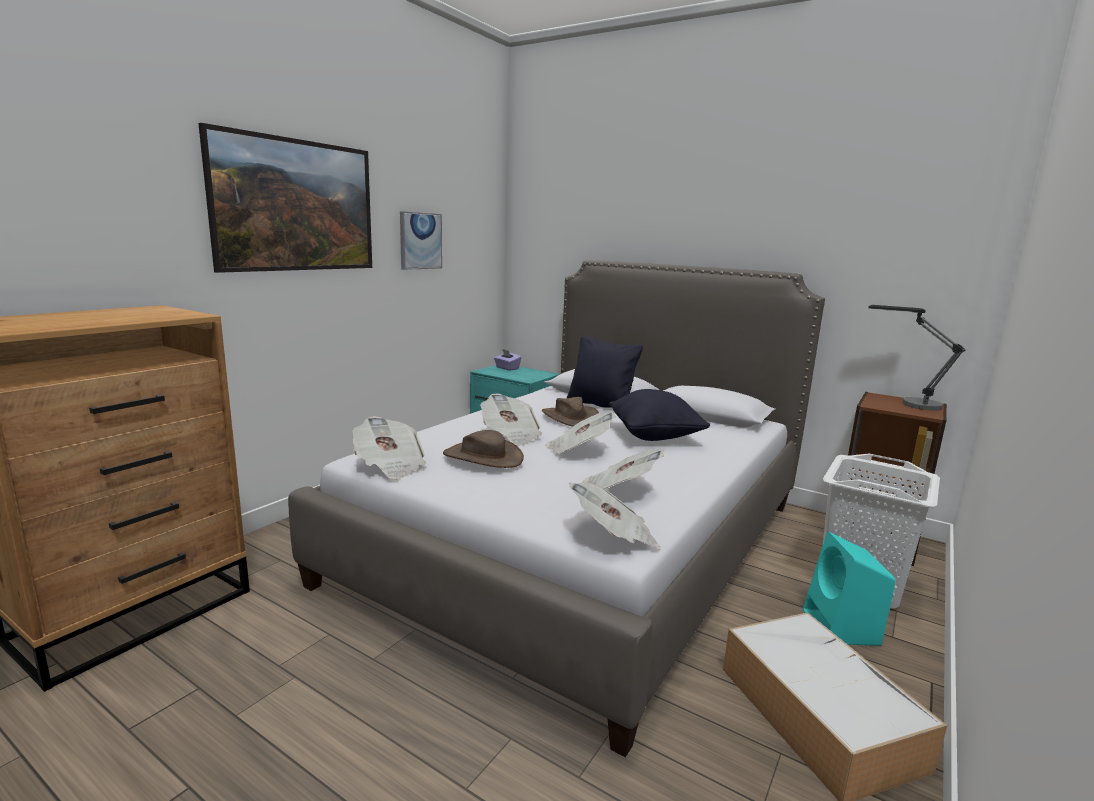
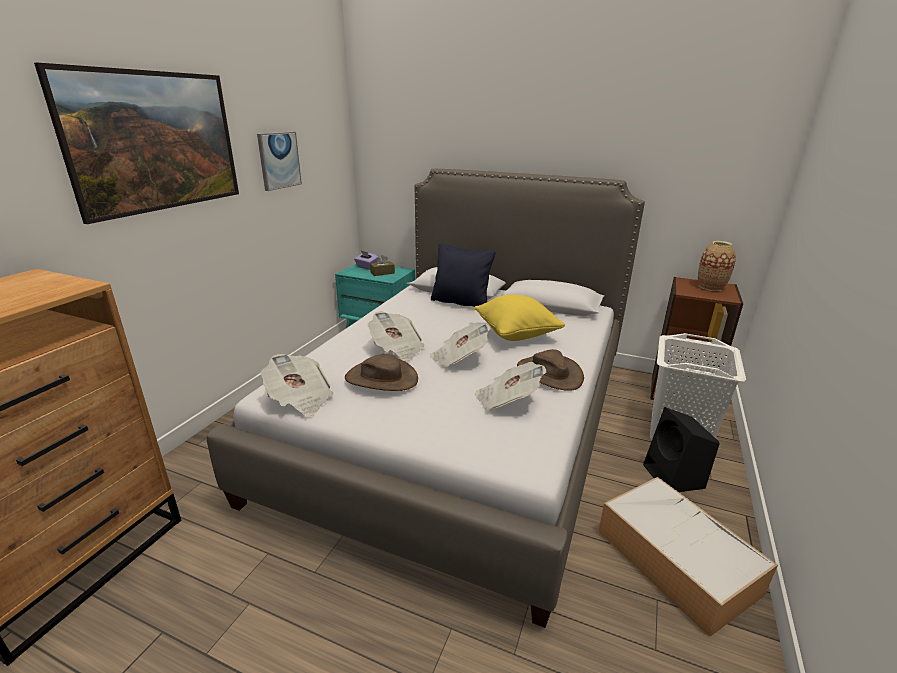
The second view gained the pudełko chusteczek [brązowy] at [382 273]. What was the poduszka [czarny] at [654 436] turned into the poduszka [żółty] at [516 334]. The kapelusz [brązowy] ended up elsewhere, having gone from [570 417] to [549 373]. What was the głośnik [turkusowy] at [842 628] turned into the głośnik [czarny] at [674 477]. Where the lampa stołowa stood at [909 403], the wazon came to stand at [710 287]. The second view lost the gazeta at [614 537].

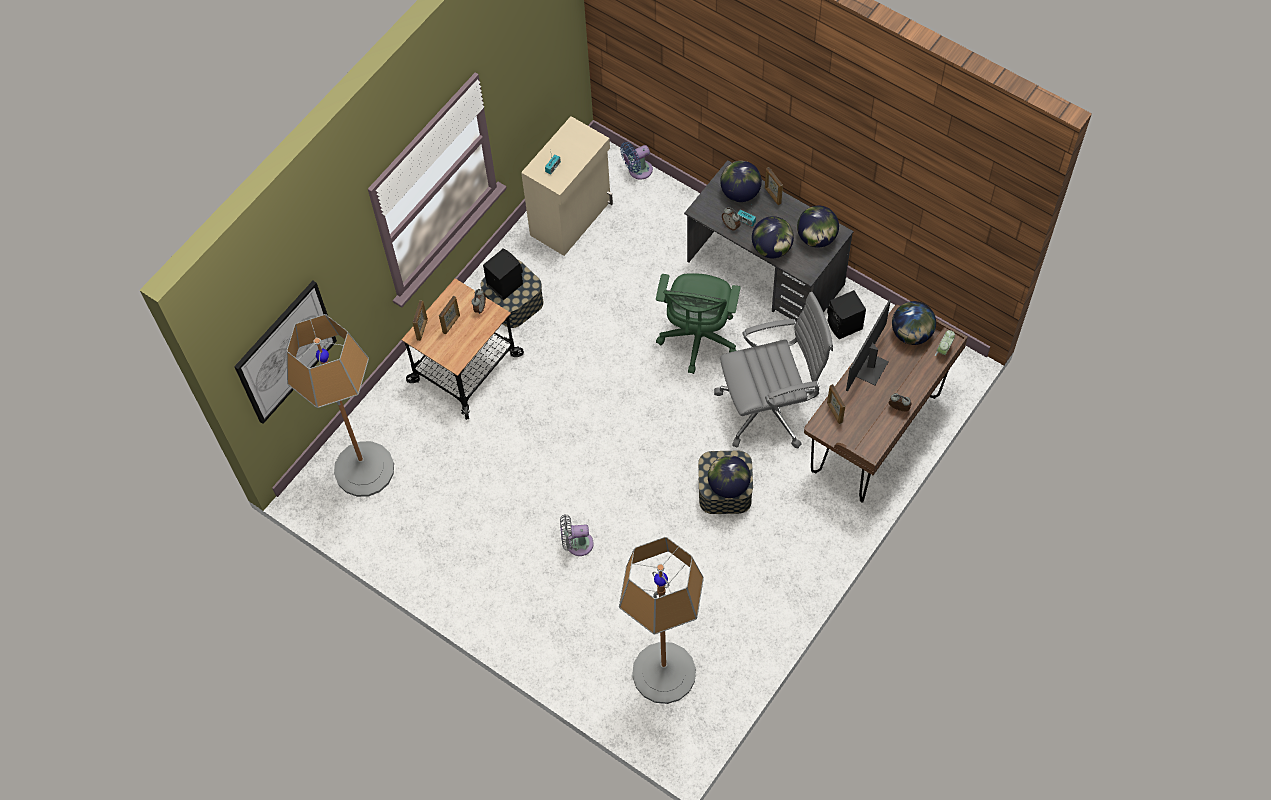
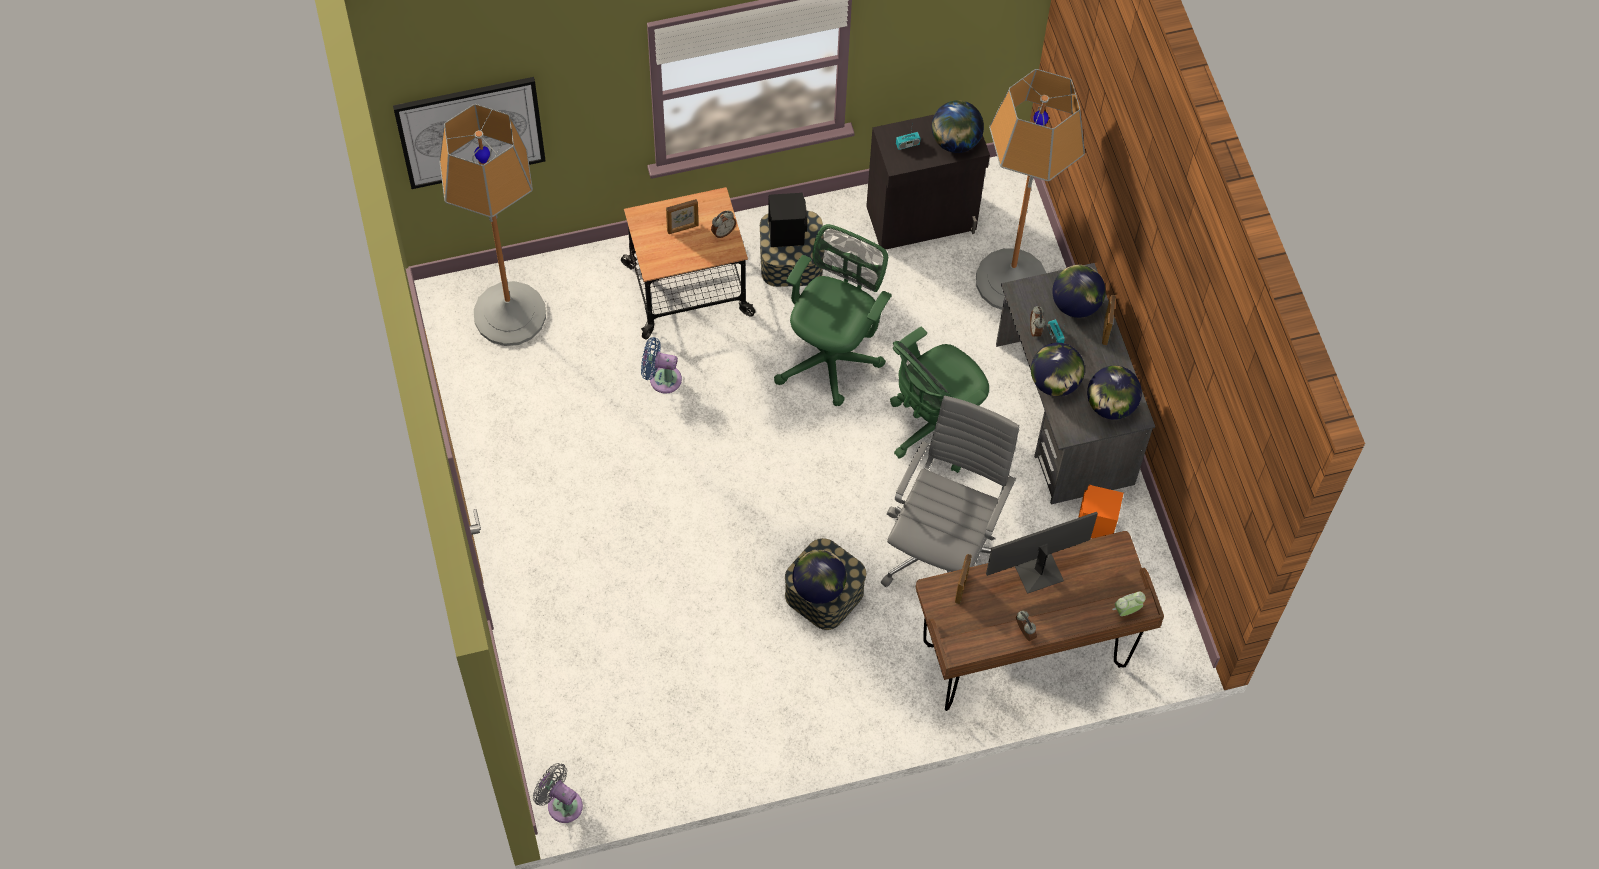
The wentylator [szary] ended up elsewhere, having gone from [576 544] to [561 803]. The wentylator [niebieski] ended up elsewhere, having gone from [638 170] to [661 378]. The second view gained the krzesło biurowe [zielony] at [831 356]. What was the szafka [beżowy] at [572 218] turned into the szafka [czarny] at [922 219]. The krzesło biurowe [szary] at [770 407] ended up facing another way, 90 degrees counterclockwise from before. The globus ended up elsewhere, having gone from [911 334] to [955 141]. The lampa stojąca ended up elsewhere, having gone from [663 673] to [1011 280]. What was the głośnik [czarny] at [845 326] turned into the głośnik [pomarańczowy] at [1095 526]. The second view lost the ramka na zdjęcie at [422 329].

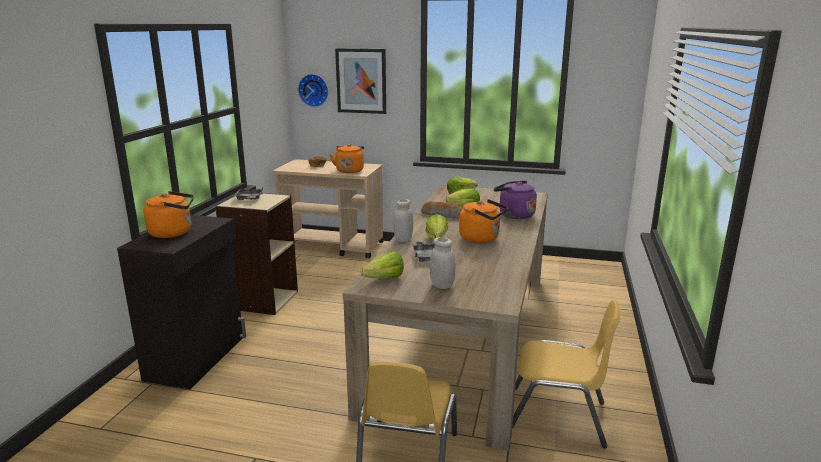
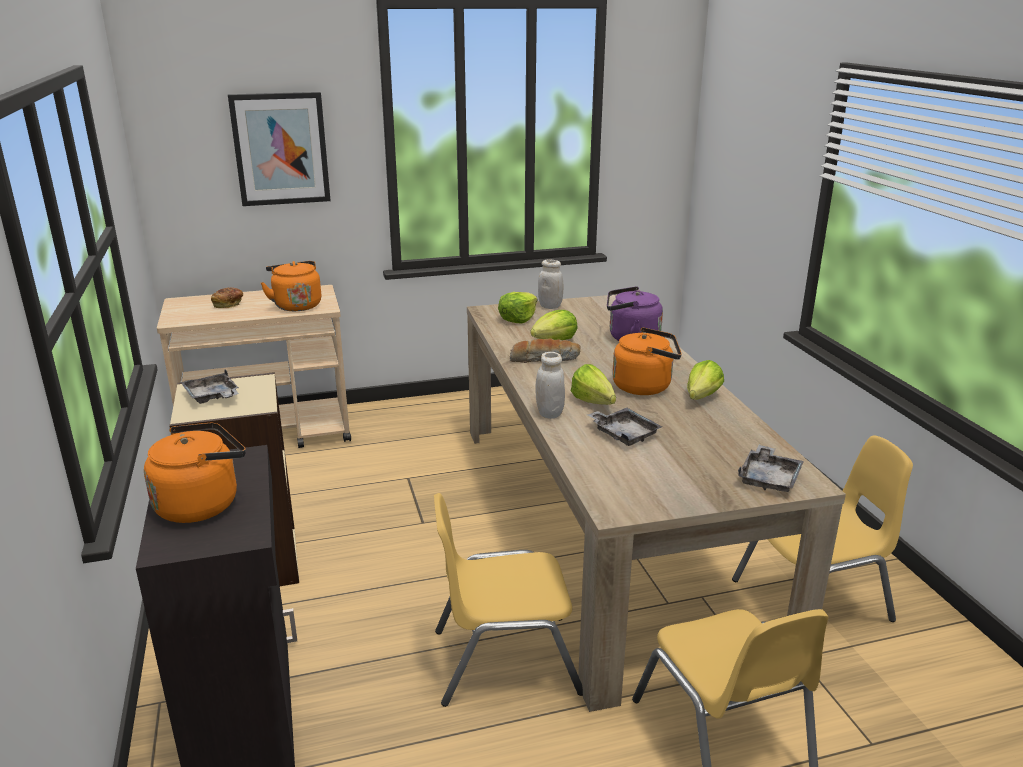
The second view gained the krzesło [żółty] at [505 660]. The słoik [biały] ended up elsewhere, having gone from [442 285] to [550 306]. The sałata ended up elsewhere, having gone from [381 279] to [698 399]. The second view gained the taca [szary] at [769 478]. The second view lost the zegar ścienny at [314 90].

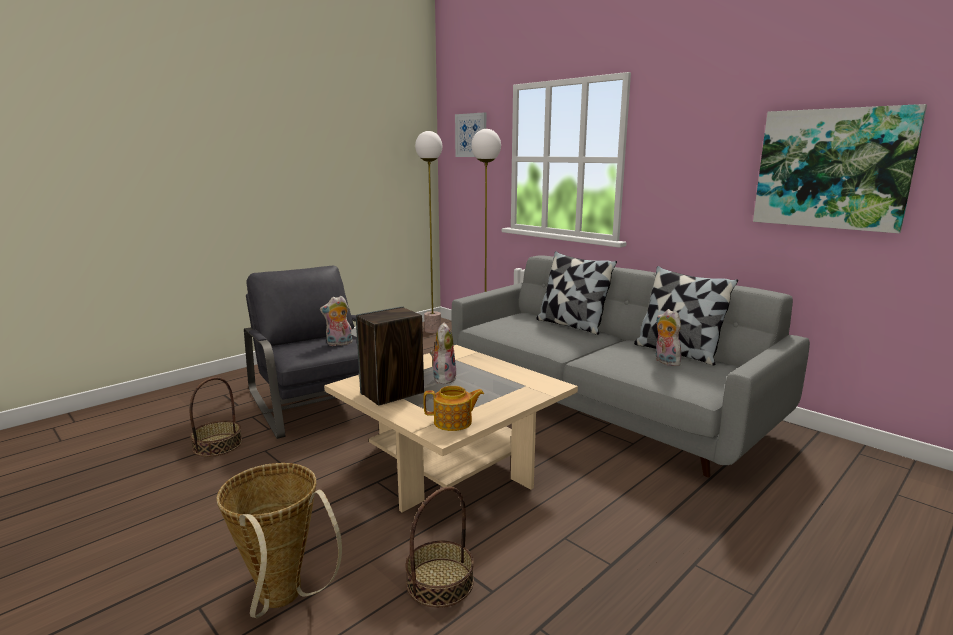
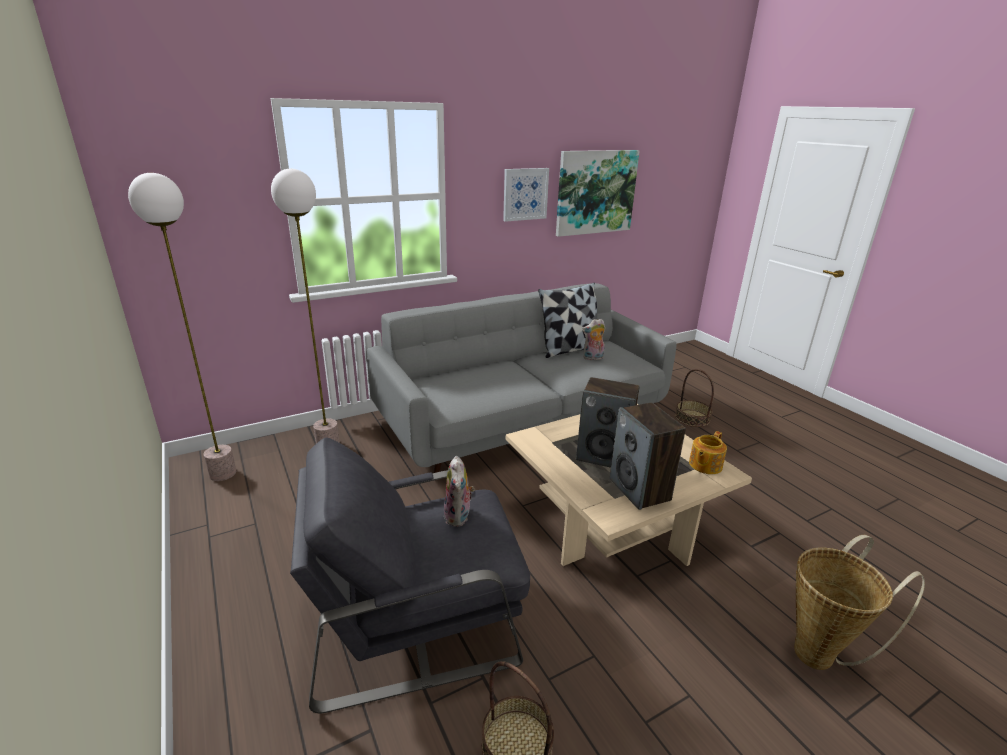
The obraz ended up elsewhere, having gone from [471 135] to [525 194]. Where the pluszak stood at [443 378], the głośnik came to stand at [604 456]. The koszyk ended up elsewhere, having gone from [440 582] to [692 418]. The imbryk at [453 422] ended up facing another way, 150 degrees counterclockwise from before. The second view lost the poduszka at [571 325].

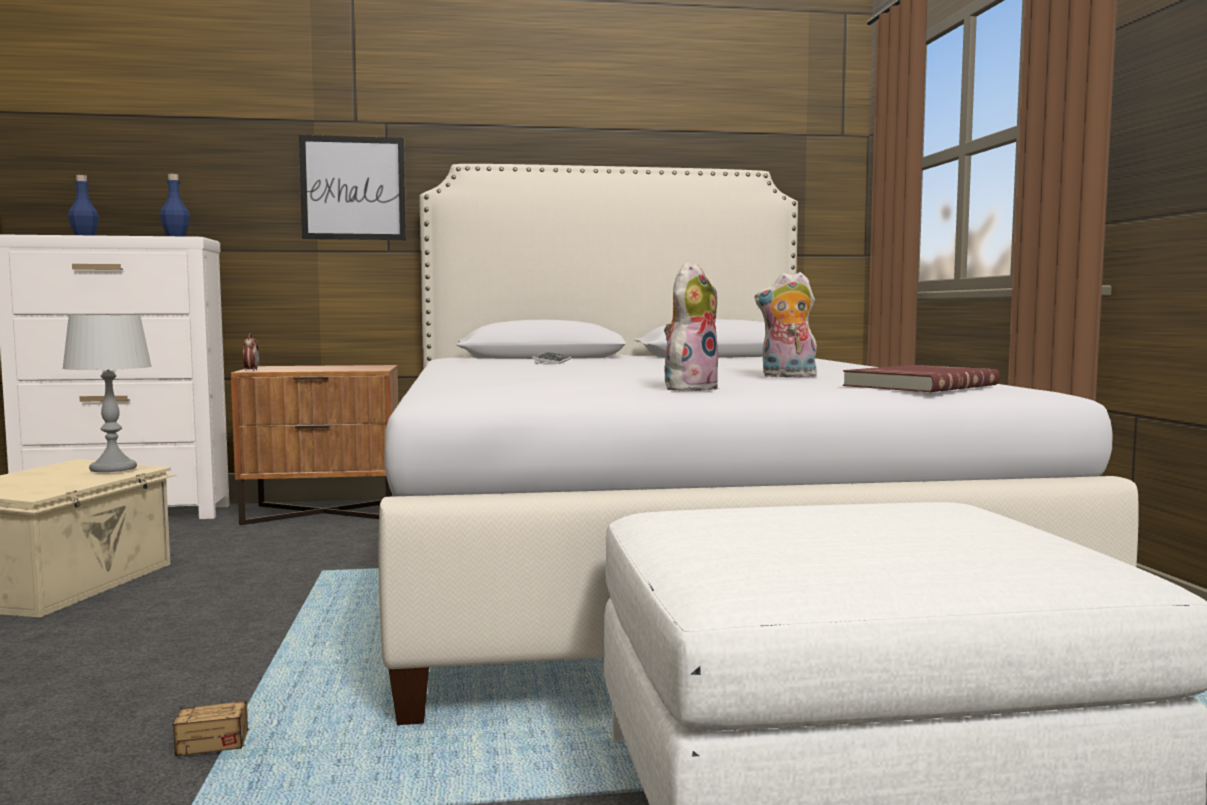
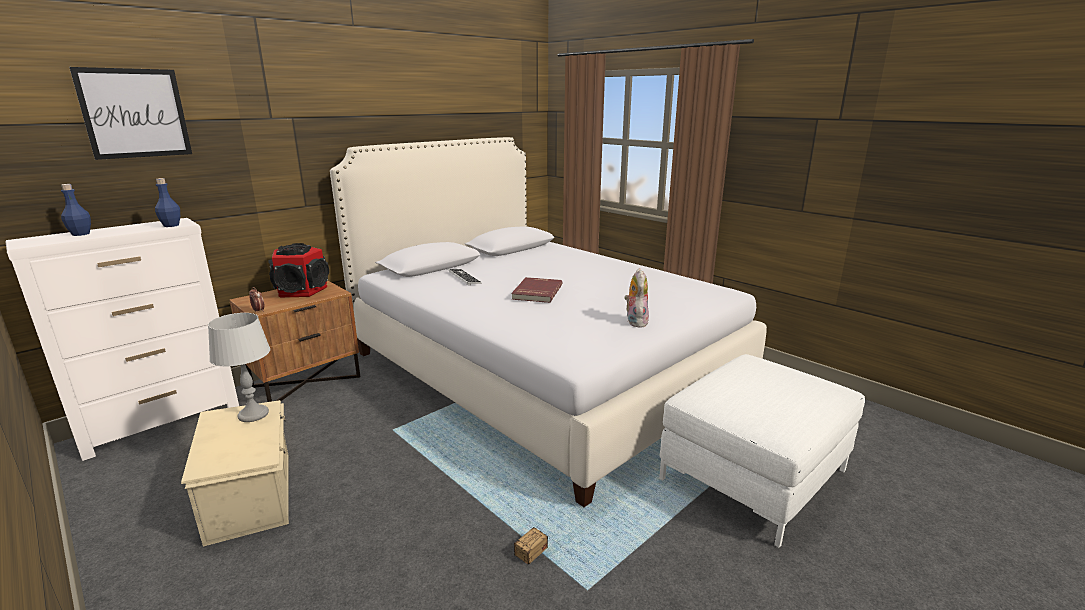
The obraz ended up elsewhere, having gone from [353 188] to [135 113]. The second view gained the głośnik at [302 290]. The książka [czerwony] ended up elsewhere, having gone from [918 385] to [536 292]. The second view lost the pluszak at [787 376].

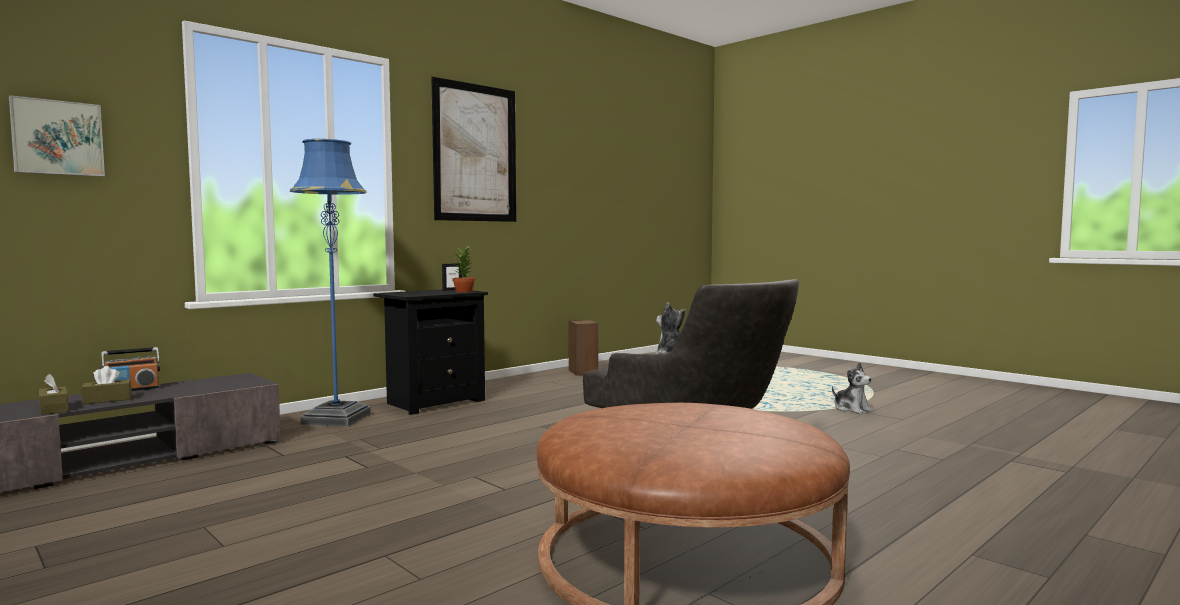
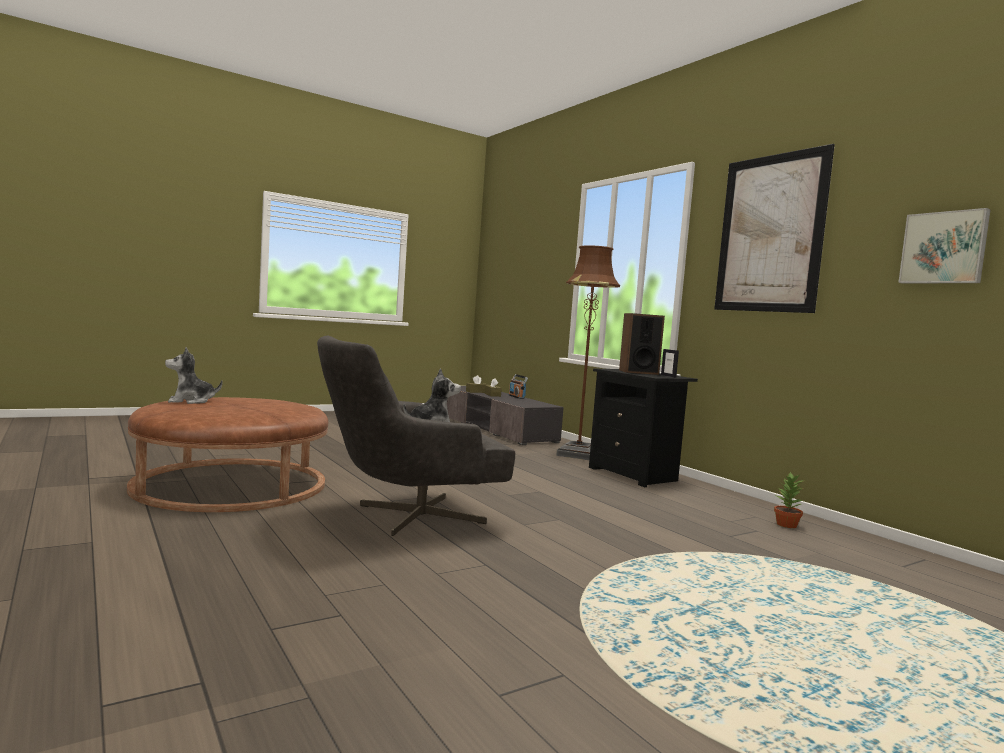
The pluszak ended up elsewhere, having gone from [852 409] to [190 401]. What was the lampa stojąca [niebieski] at [336 419] turned into the lampa stojąca [brązowy] at [578 454]. The głośnik ended up elsewhere, having gone from [583 372] to [638 372]. The roślina doniczkowa ended up elsewhere, having gone from [464 291] to [786 525]. The obraz ended up elsewhere, having gone from [57 138] to [944 248].

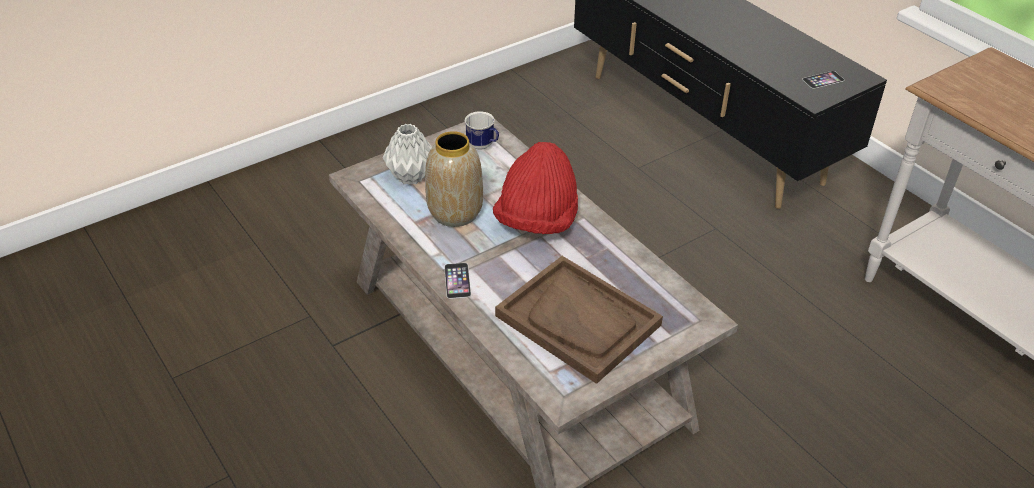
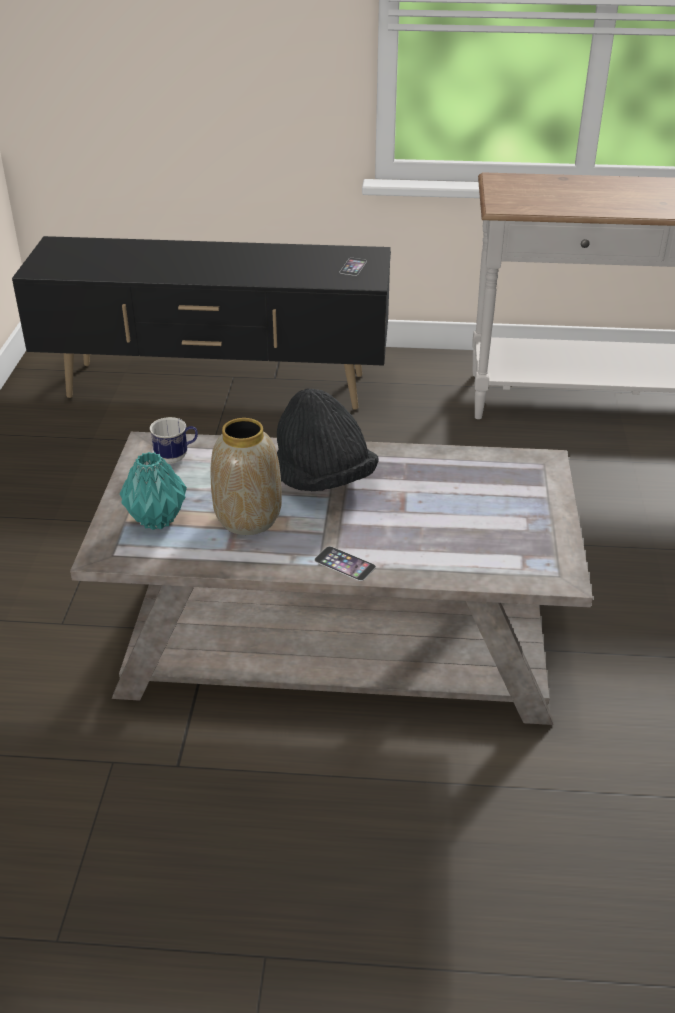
What was the wazon [szary] at [410 177] turned into the wazon [turkusowy] at [157 520]. What was the kapelusz [czerwony] at [537 221] turned into the kapelusz [czarny] at [323 480]. The second view lost the taca [brązowy] at [578 320].

